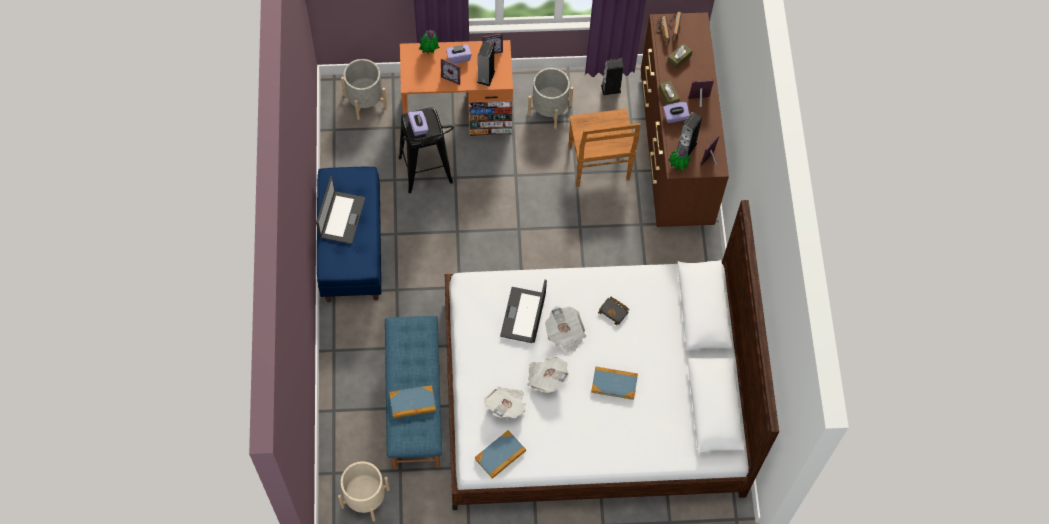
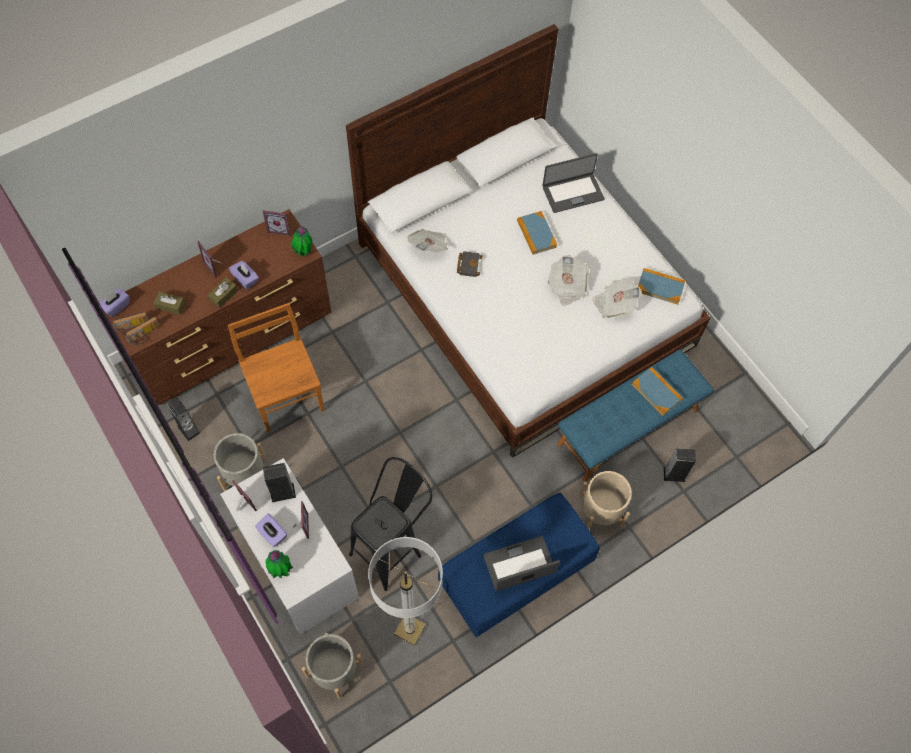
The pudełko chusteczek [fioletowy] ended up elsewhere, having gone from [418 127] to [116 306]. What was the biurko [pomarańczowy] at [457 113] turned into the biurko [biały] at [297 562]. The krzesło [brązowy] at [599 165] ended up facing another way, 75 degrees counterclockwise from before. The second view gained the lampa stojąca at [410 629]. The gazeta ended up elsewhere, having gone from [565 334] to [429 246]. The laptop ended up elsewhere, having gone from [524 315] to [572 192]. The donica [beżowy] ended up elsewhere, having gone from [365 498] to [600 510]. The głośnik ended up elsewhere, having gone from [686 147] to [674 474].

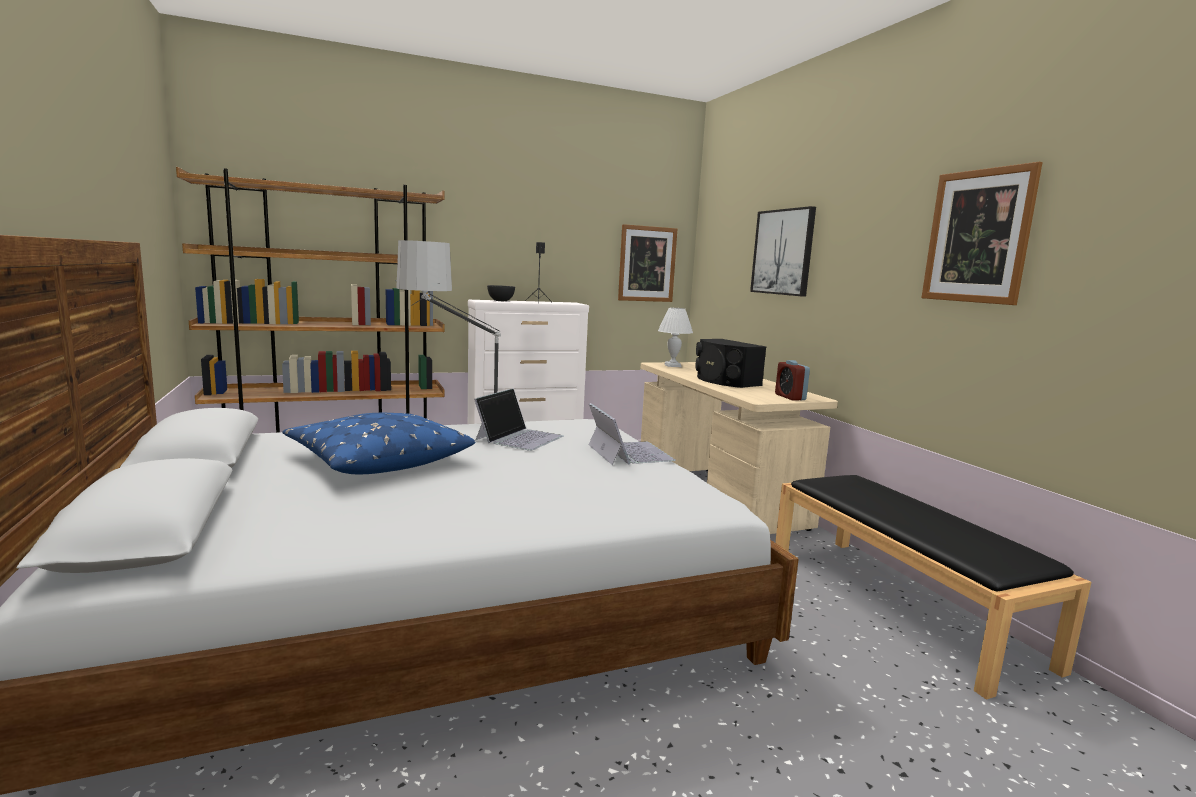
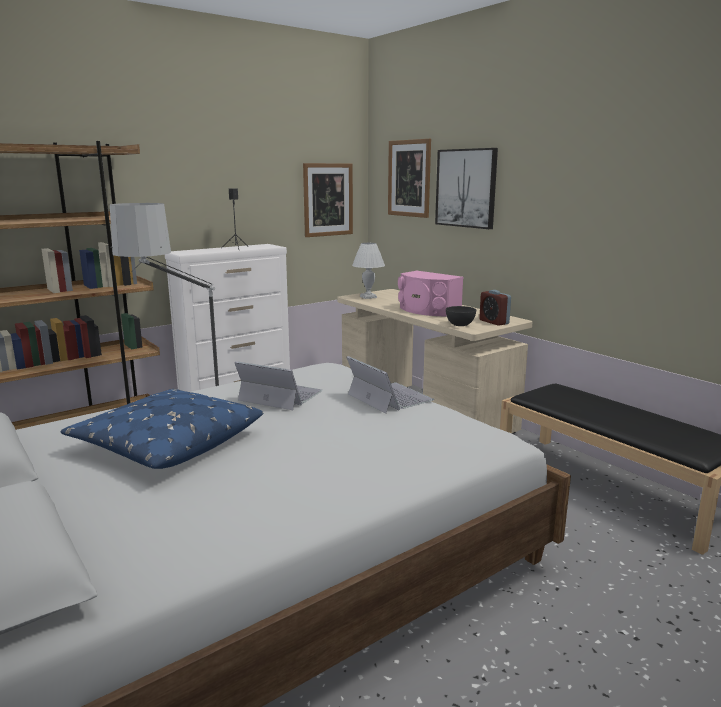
The laptop at [519 437] ended up facing another way, 75 degrees counterclockwise from before. The obraz ended up elsewhere, having gone from [978 236] to [409 178]. What was the głośnik [czarny] at [724 381] turned into the głośnik [różowy] at [427 310]. The miska [szary] ended up elsewhere, having gone from [501 301] to [460 325].

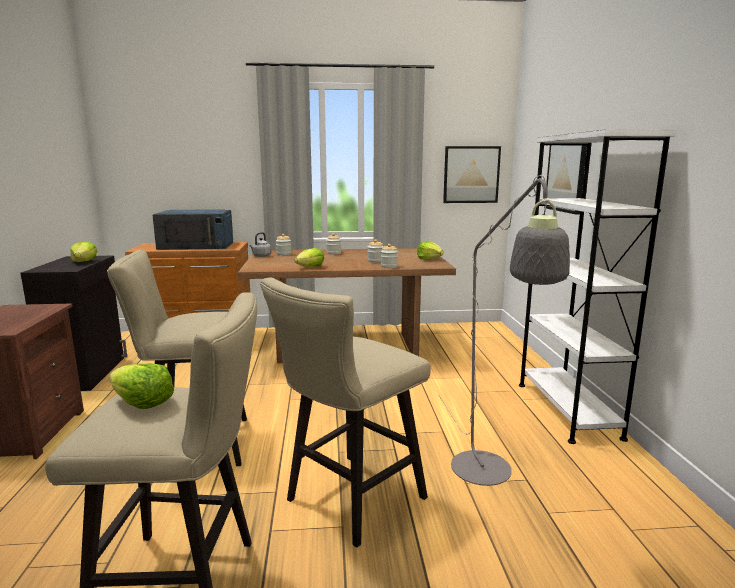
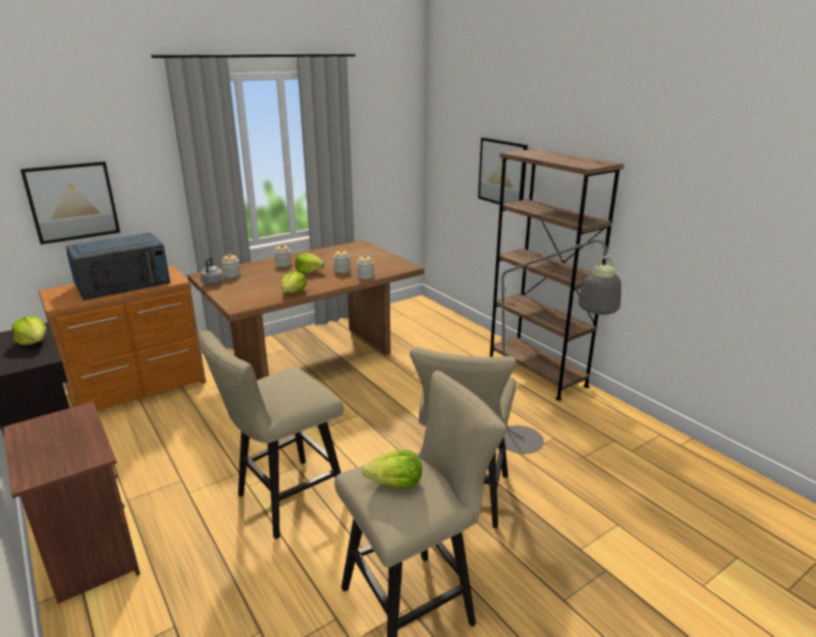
The obraz ended up elsewhere, having gone from [471 174] to [72 202]. The sałata ended up elsewhere, having gone from [429 259] to [309 271]. What was the regał [biały] at [567 409] turned into the regał [brązowy] at [536 372].

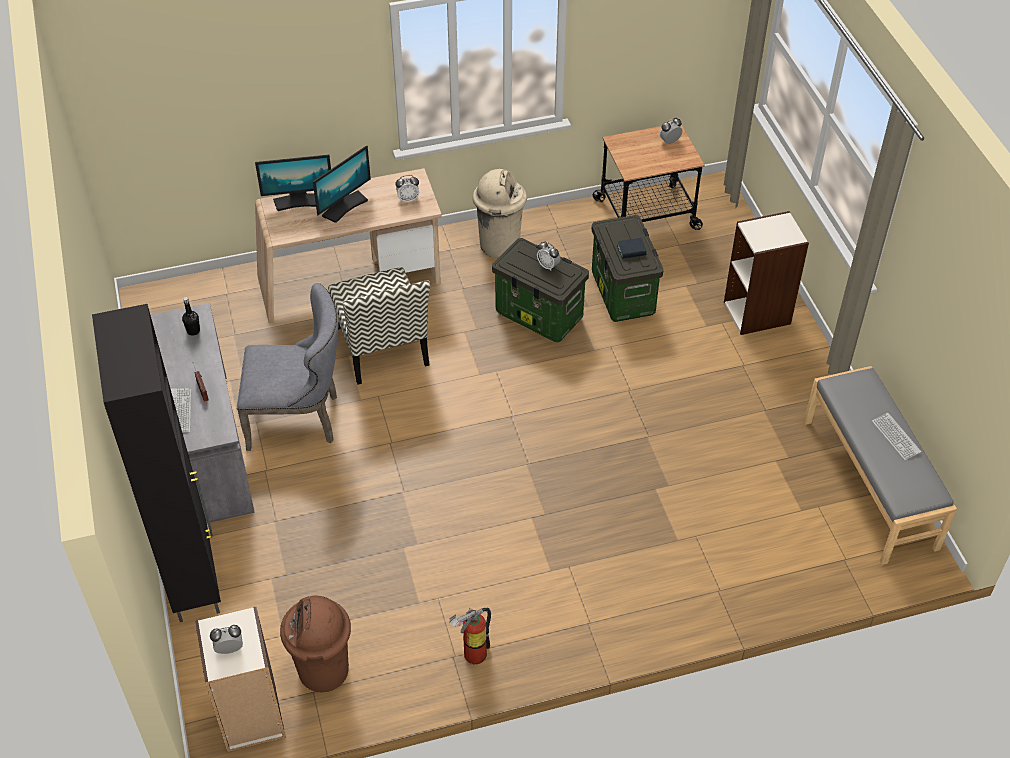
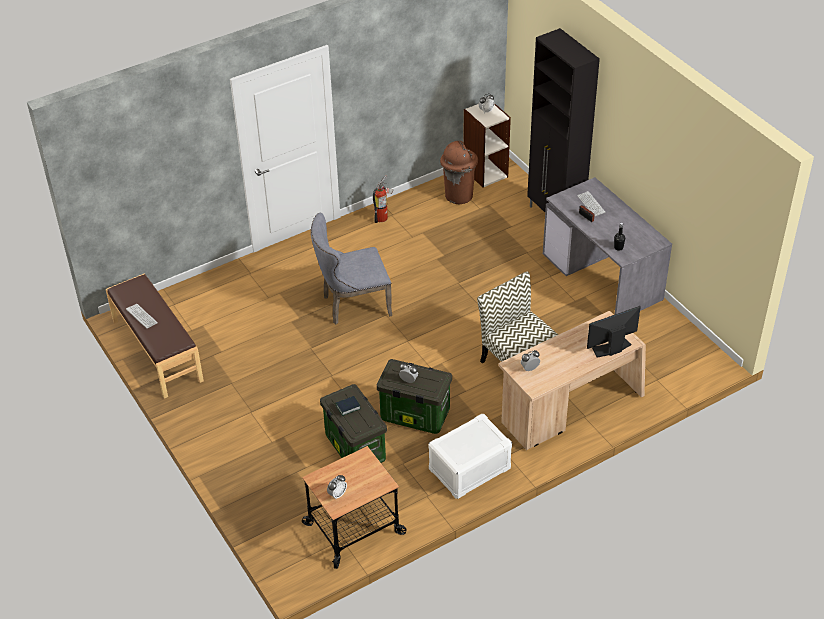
What was the ławka [szary] at [870 483] turned into the ławka [brązowy] at [156 351]. The krzesło [szary] ended up elsewhere, having gone from [299 419] to [352 305]. Where the kosz na śmieci [beżowy] stood at [500 244], the pojemnik do przechowywania [biały] came to stand at [469 469]. The second view lost the monitor at [344 206]. The second view lost the regał at [758 313].

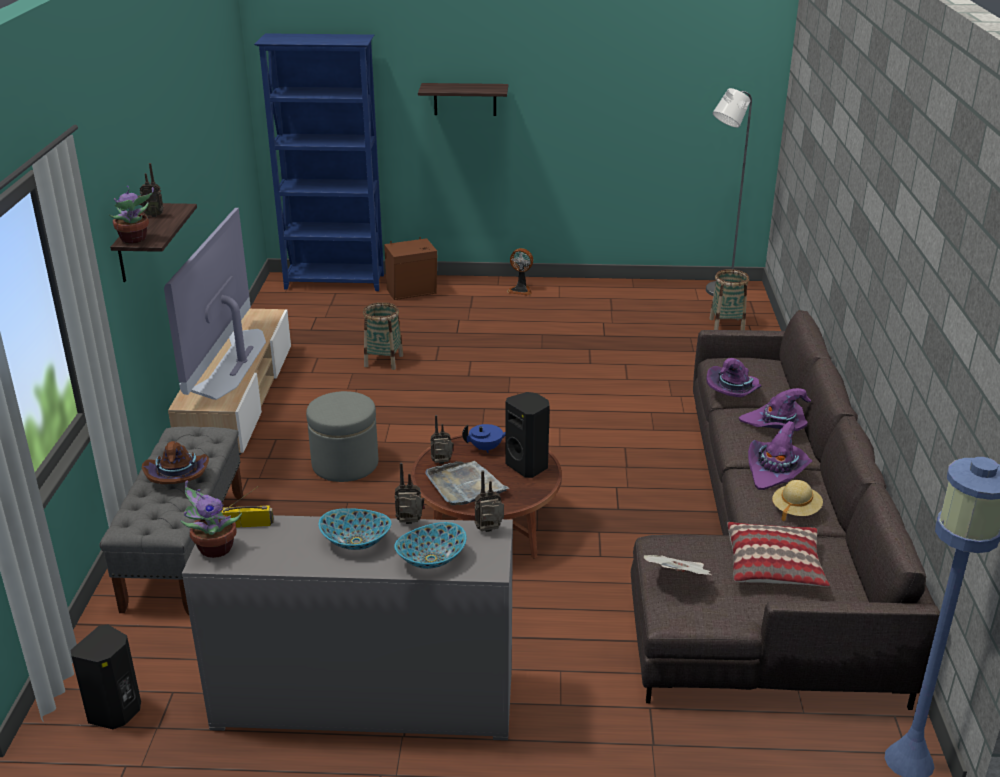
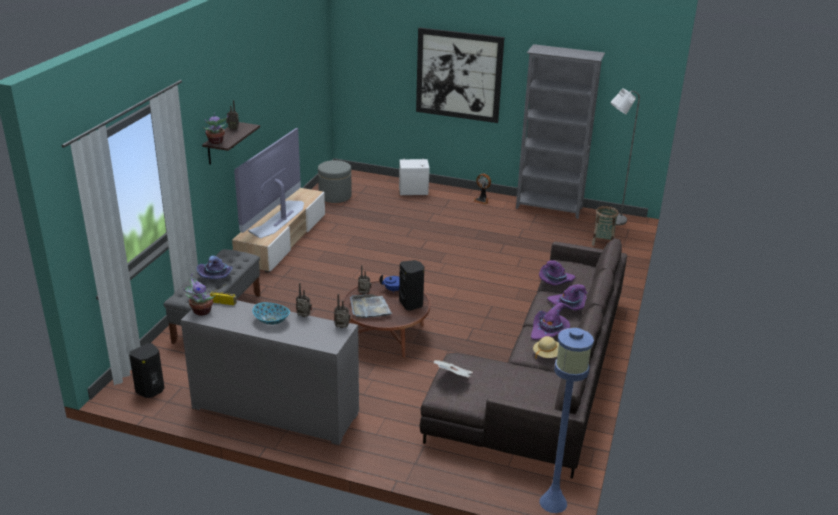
What was the kapelusz [brązowy] at [178 475] turned into the kapelusz [fioletowy] at [216 275]. The pufa [szary] ended up elsewhere, having gone from [345 464] to [335 196]. What was the głośnik [brązowy] at [413 292] turned into the głośnik [biały] at [414 192]. Where the półka hung at [465 99], the obraz came to hang at [459 75]. The second view gained the regał [szary] at [549 208]. The second view lost the regał [niebieski] at [335 282]. The second view lost the koszyk at [384 361]. The second view lost the miska at [431 560]. The second view lost the poduszka at [774 565].

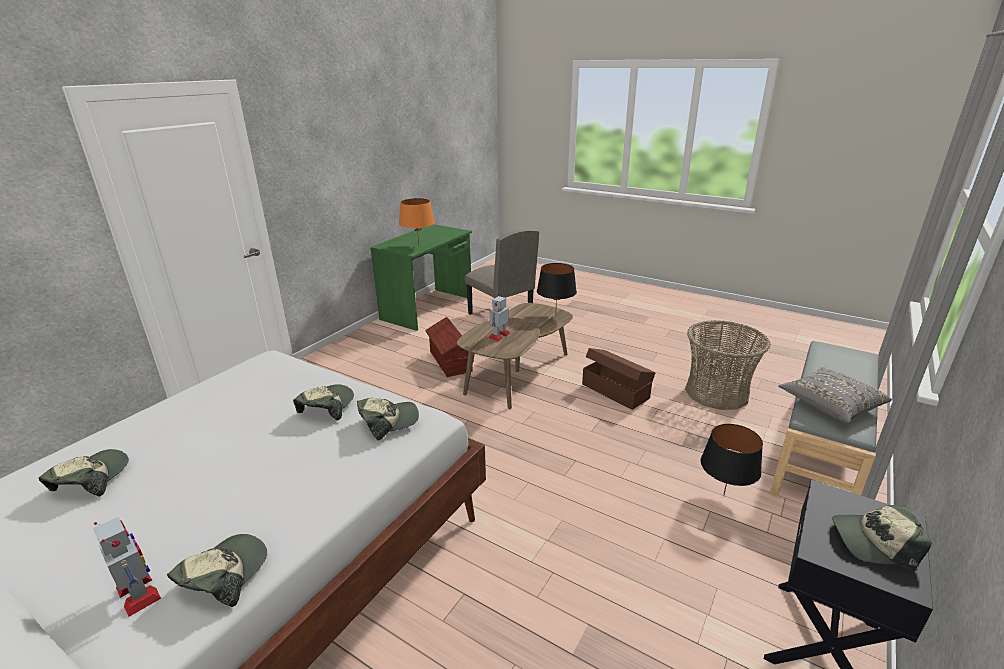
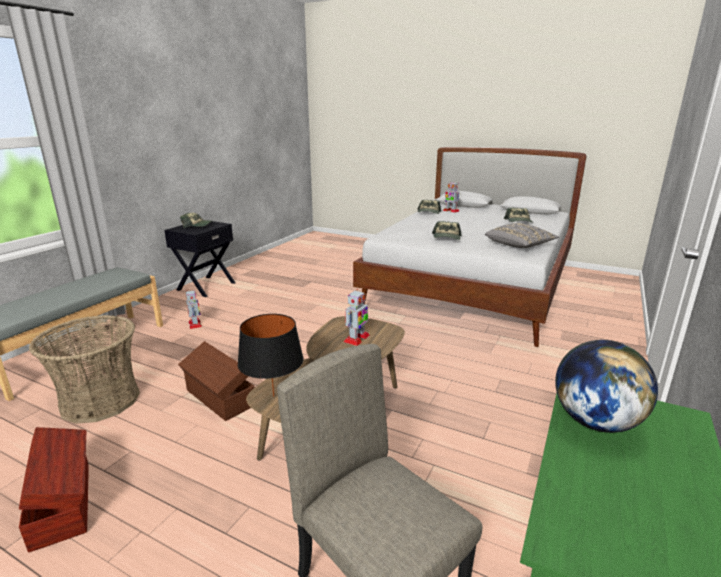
The pojemnik do przechowywania [brązowy] ended up elsewhere, having gone from [449 361] to [63 502]. Where the lampa stołowa [czarny] stood at [723 494], the robot zabawkowy came to stand at [195 324]. The poduszka [szary] ended up elsewhere, having gone from [830 405] to [519 246]. Where the lampa stołowa [pomarańczowy] stood at [418 245], the globus came to stand at [595 422]. The second view lost the czapka z daszkiem at [388 421].

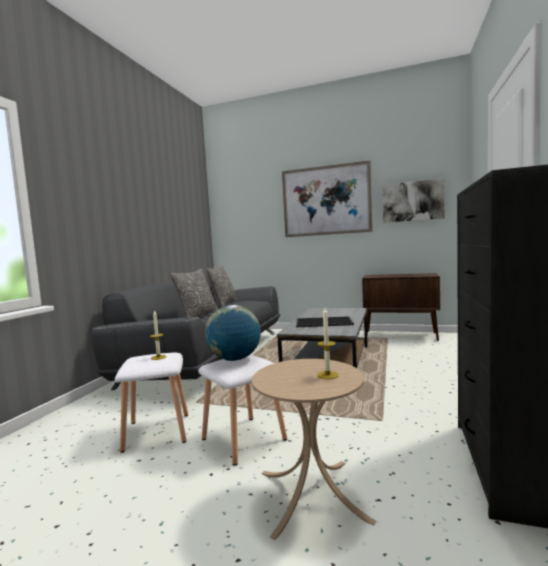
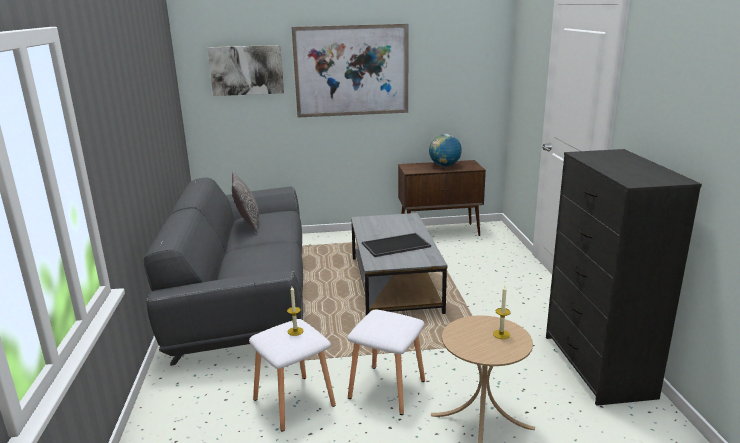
The obraz ended up elsewhere, having gone from [412 201] to [246 70]. The globus ended up elsewhere, having gone from [235 359] to [444 166]. The second view lost the poduszka at [198 316].

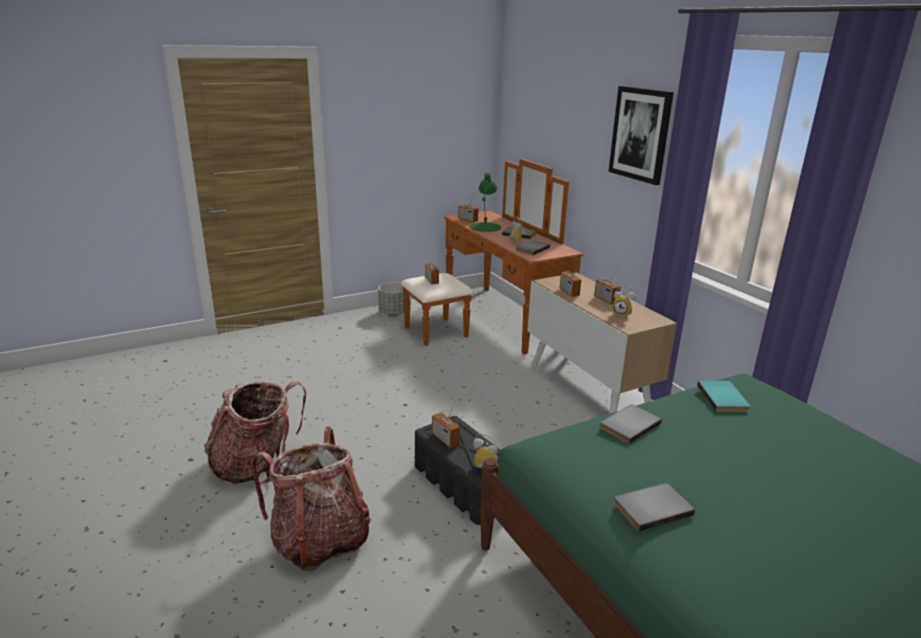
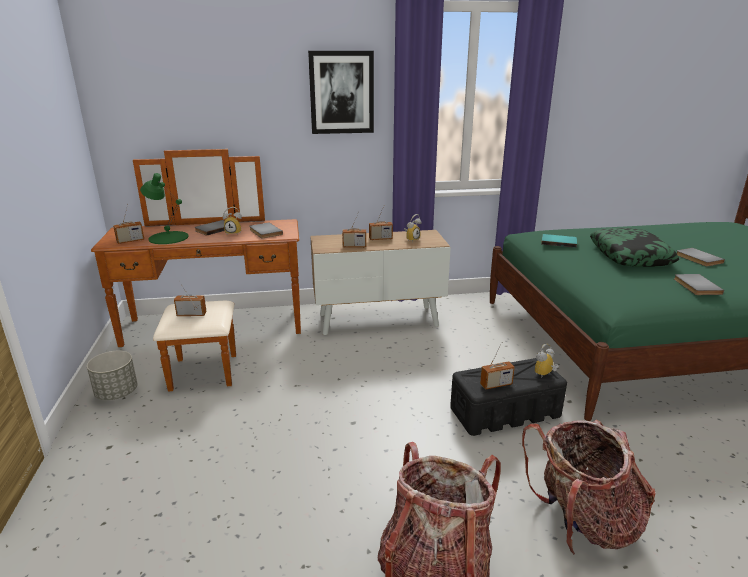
The second view gained the poduszka at [630 256]. The książka [szary] ended up elsewhere, having gone from [628 425] to [697 259].

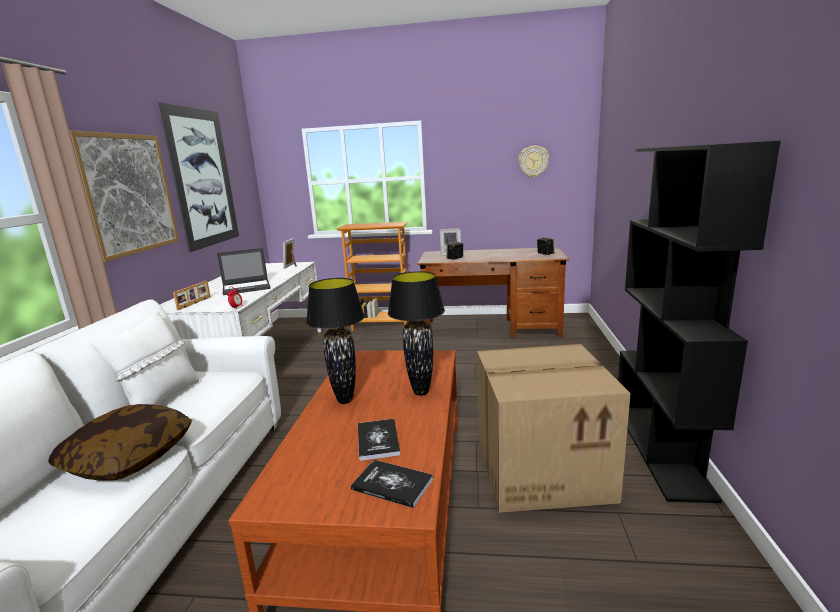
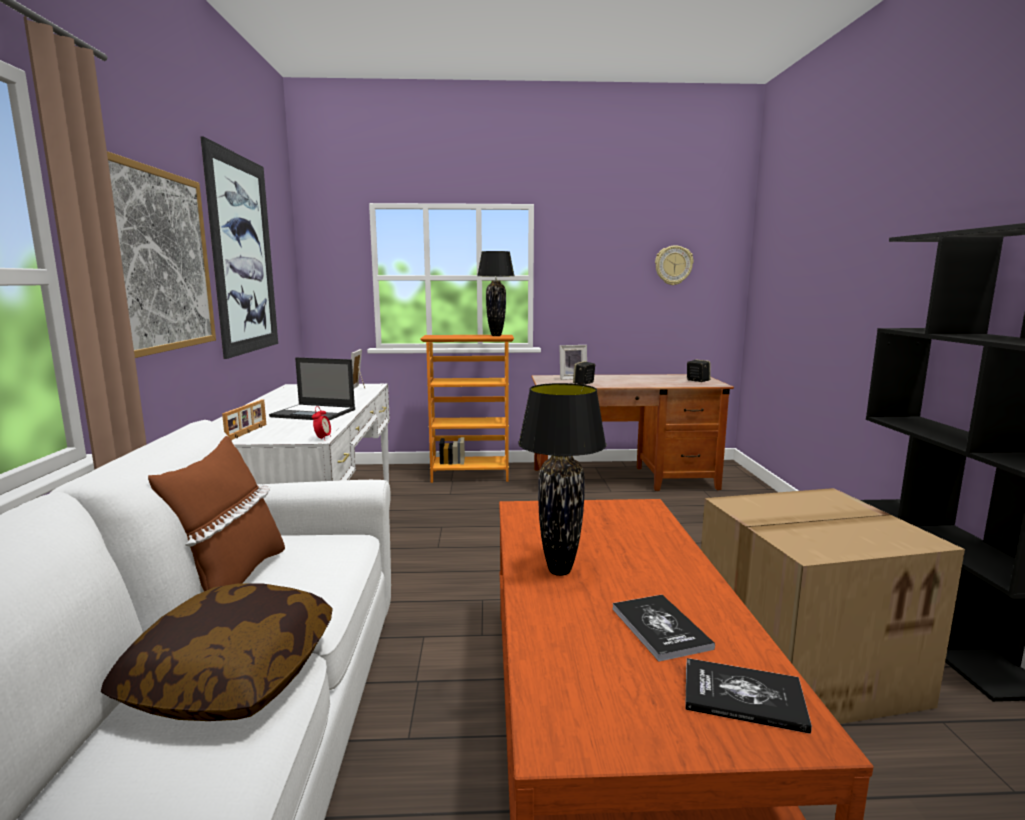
What was the poduszka [biały] at [159 400] turned into the poduszka [brązowy] at [232 581]. The laptop at [247 287] ended up facing another way, 45 degrees clockwise from before. The lampa stołowa [czarny] ended up elsewhere, having gone from [421 392] to [496 335].

